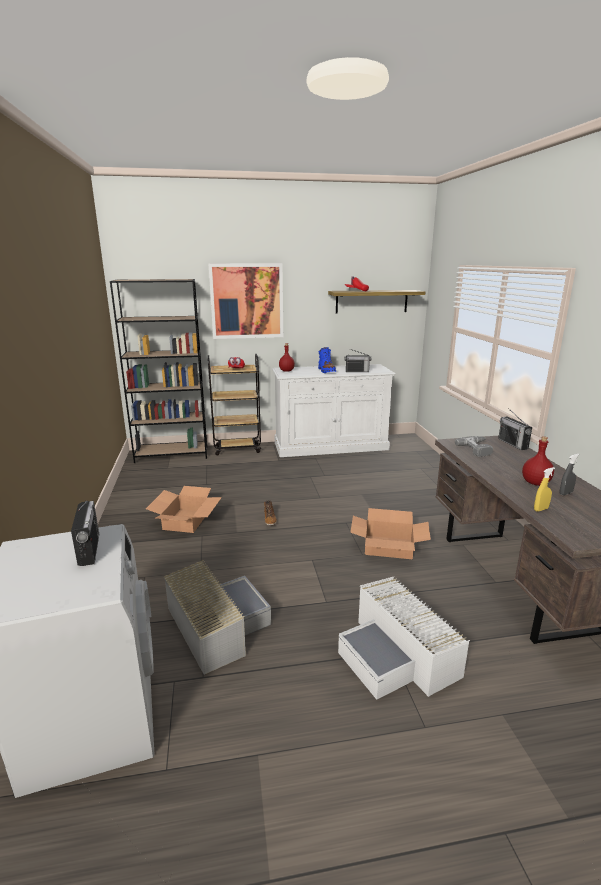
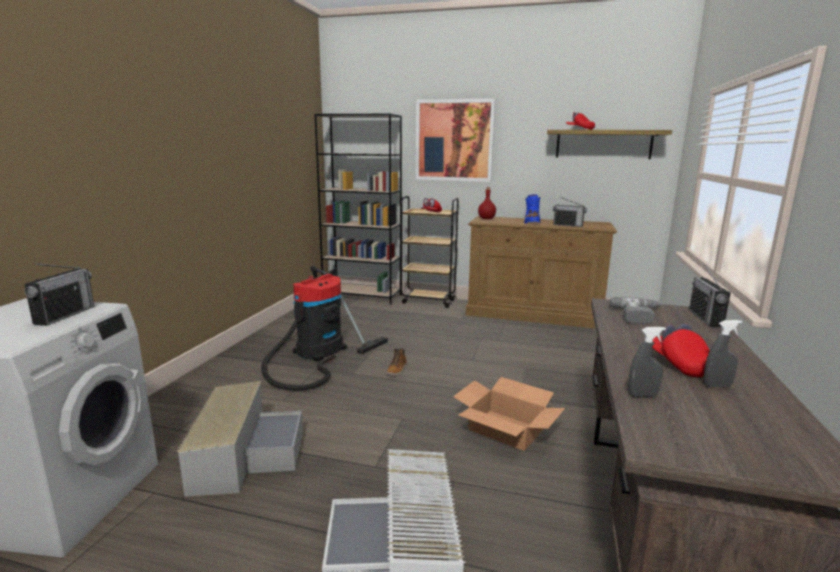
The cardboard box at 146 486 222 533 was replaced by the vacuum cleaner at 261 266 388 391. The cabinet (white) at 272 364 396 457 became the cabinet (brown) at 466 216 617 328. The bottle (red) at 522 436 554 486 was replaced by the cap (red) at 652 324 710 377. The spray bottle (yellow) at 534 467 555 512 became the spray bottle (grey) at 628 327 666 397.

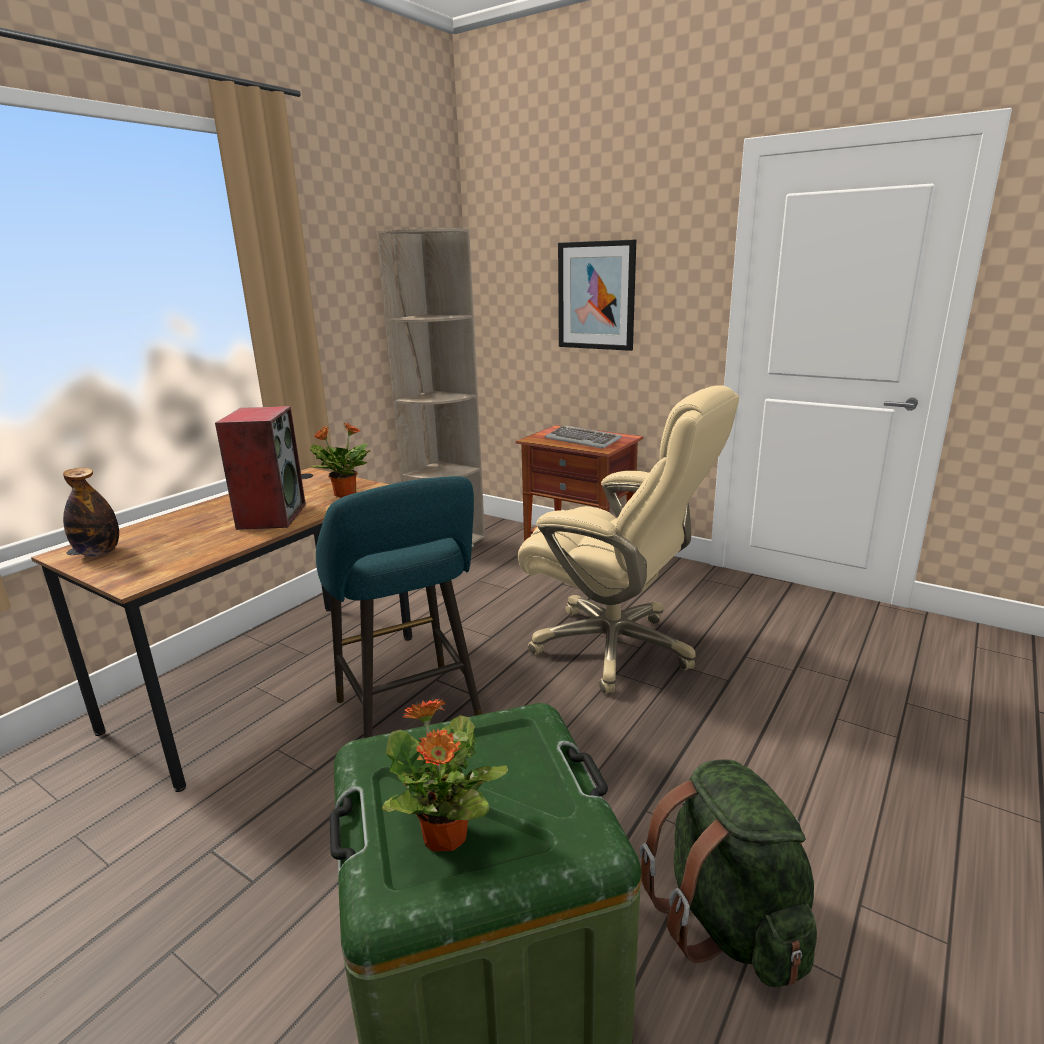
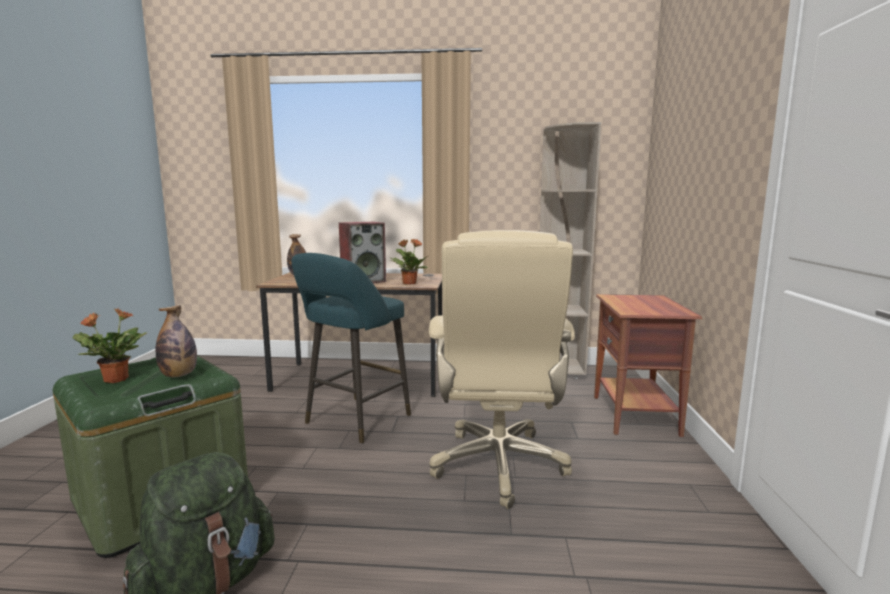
The keyboard at 545 426 622 449 disappeared. The picture at 558 240 636 351 disappeared. The bottle at 156 305 197 377 appeared.

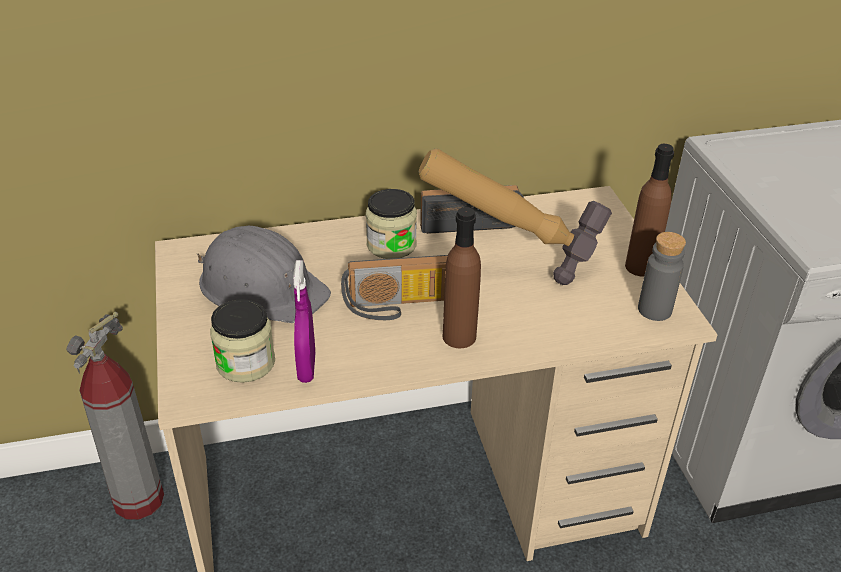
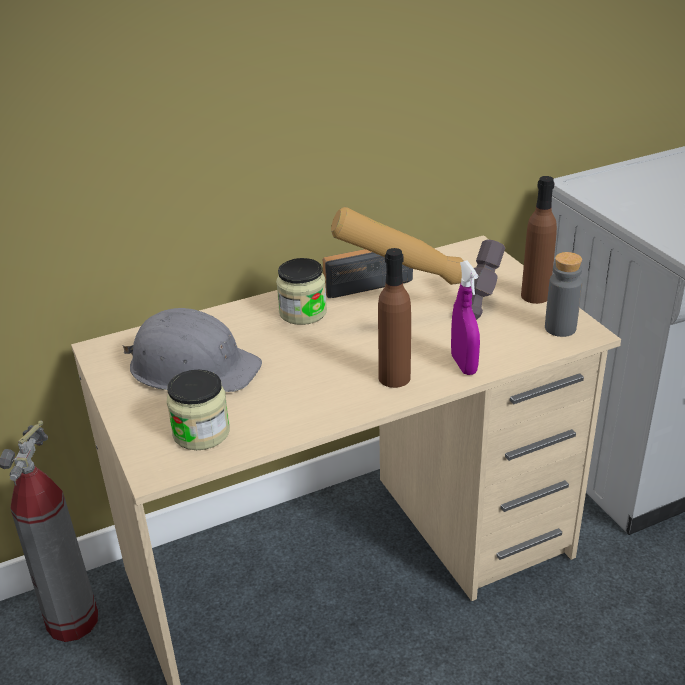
The spray bottle (purple) moved from 293 260 315 383 to 451 261 480 375. The radio at 341 255 448 320 disappeared.

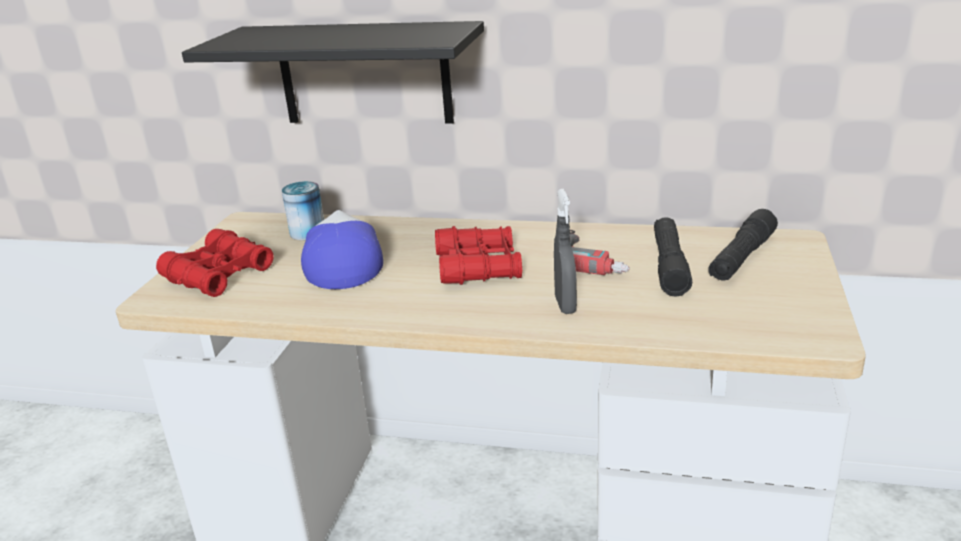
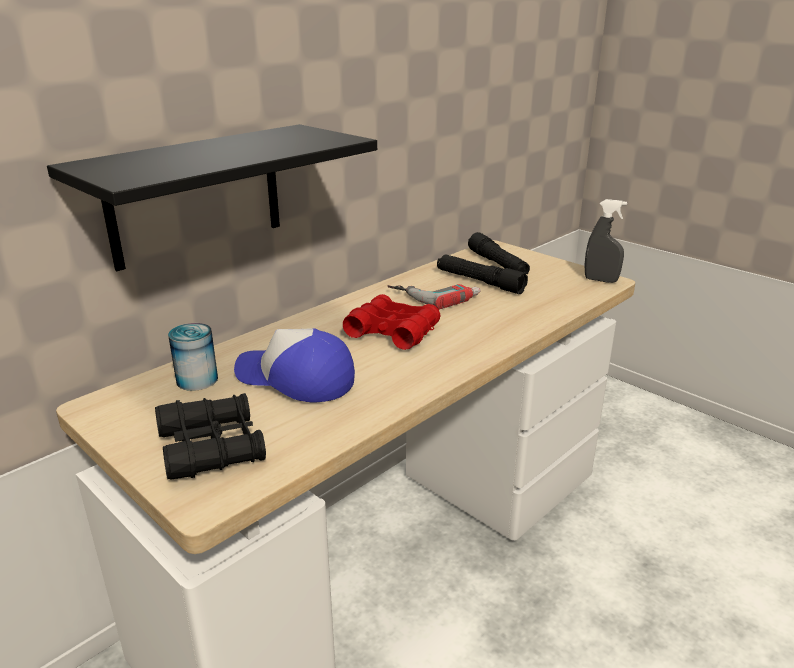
The binoculars (red) at 156 229 274 297 became the binoculars (black) at 155 393 266 480. The spray bottle (grey) moved from 554 189 577 314 to 585 199 627 283.

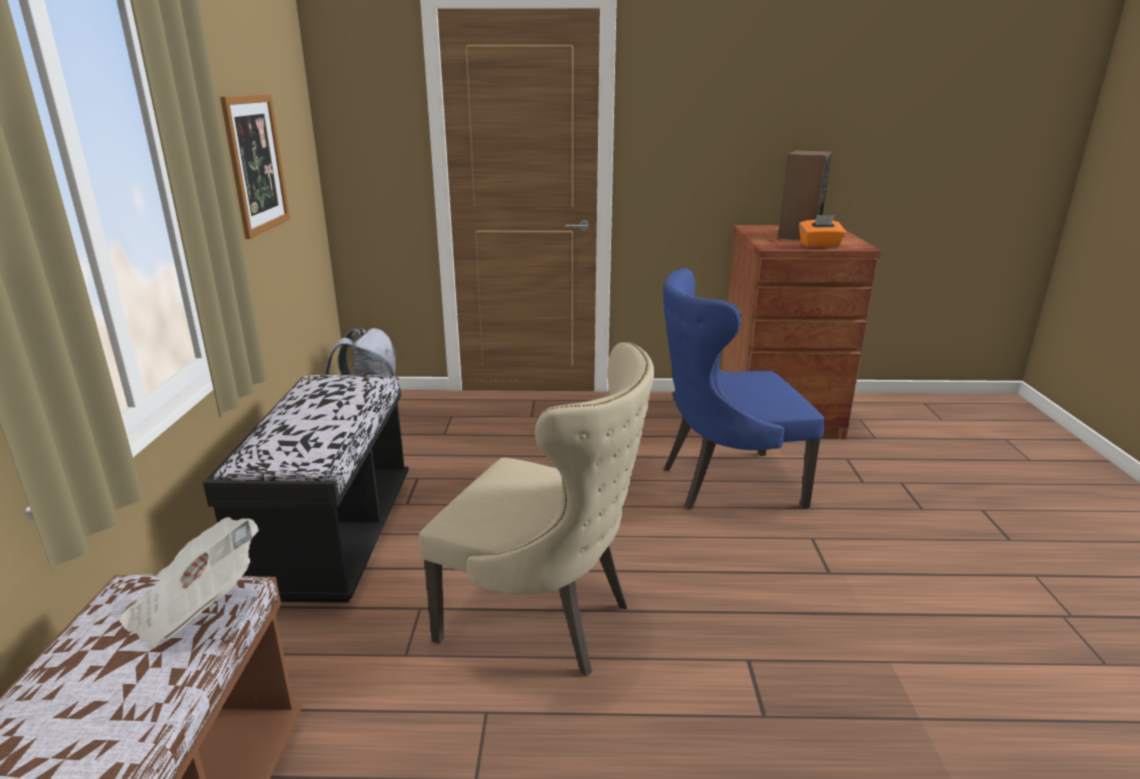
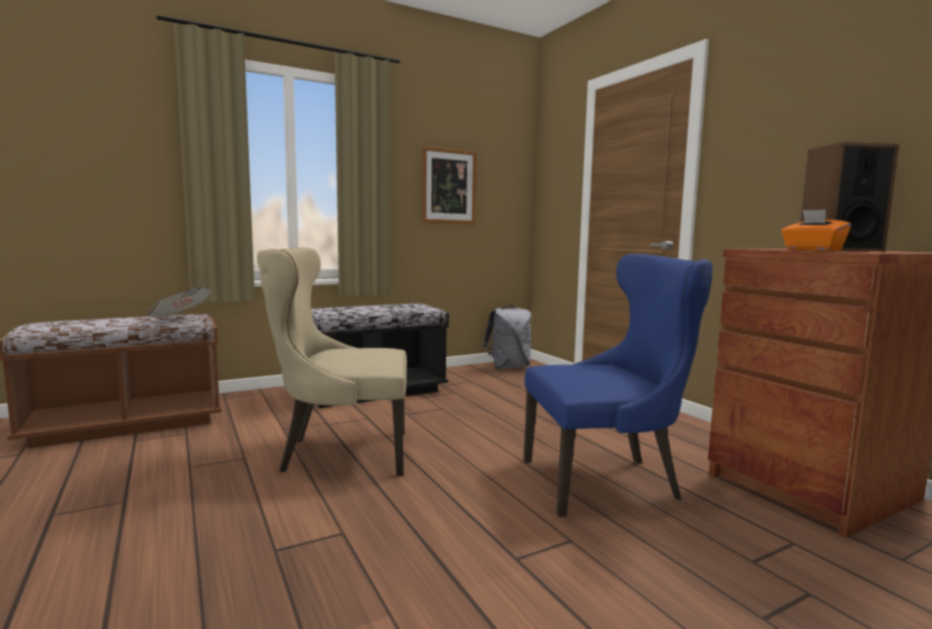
The chair (beige) at 419 342 654 677 turned 90 degrees clockwise. The chair (blue) at 663 268 825 510 turned 120 degrees clockwise.

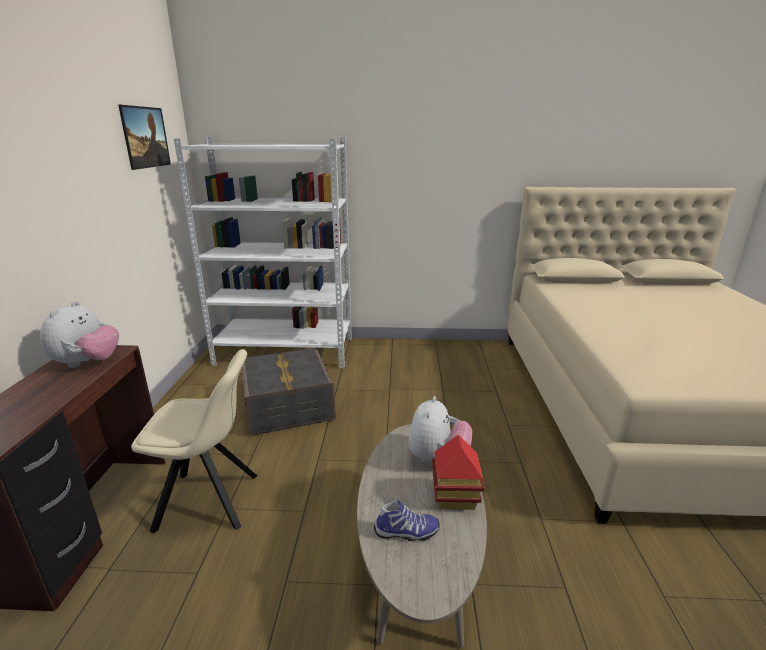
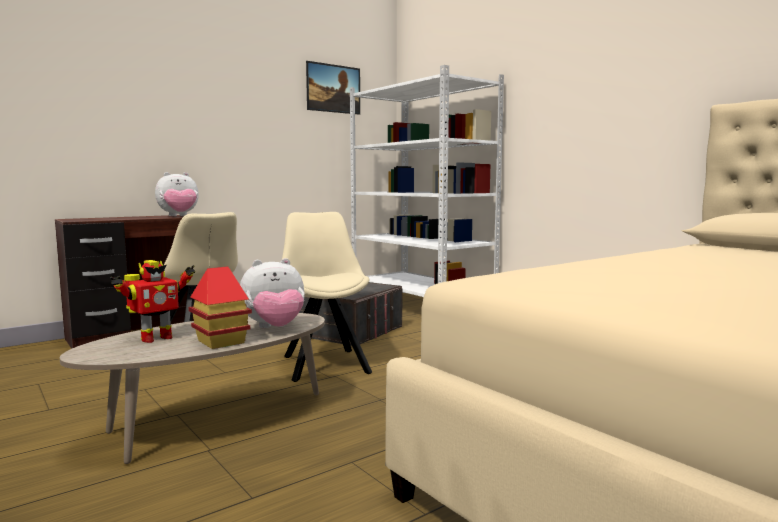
The shoe at 374 499 439 541 was replaced by the toy robot at 110 260 196 343. The chair (beige) at 282 212 372 382 appeared.

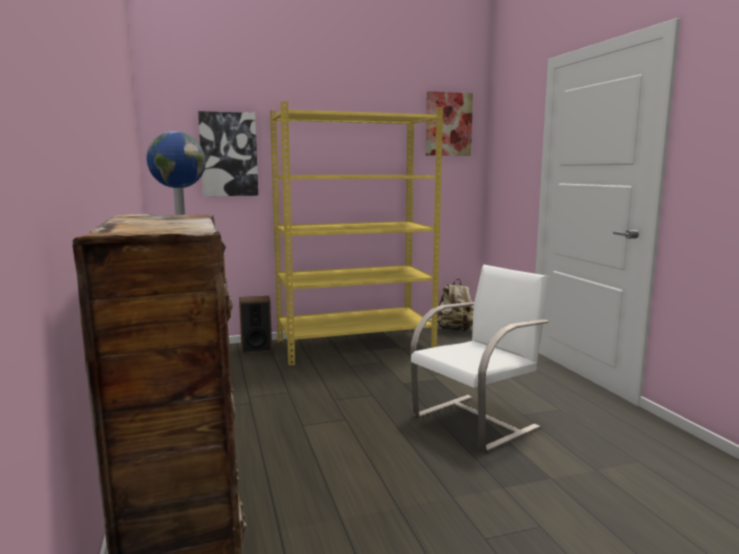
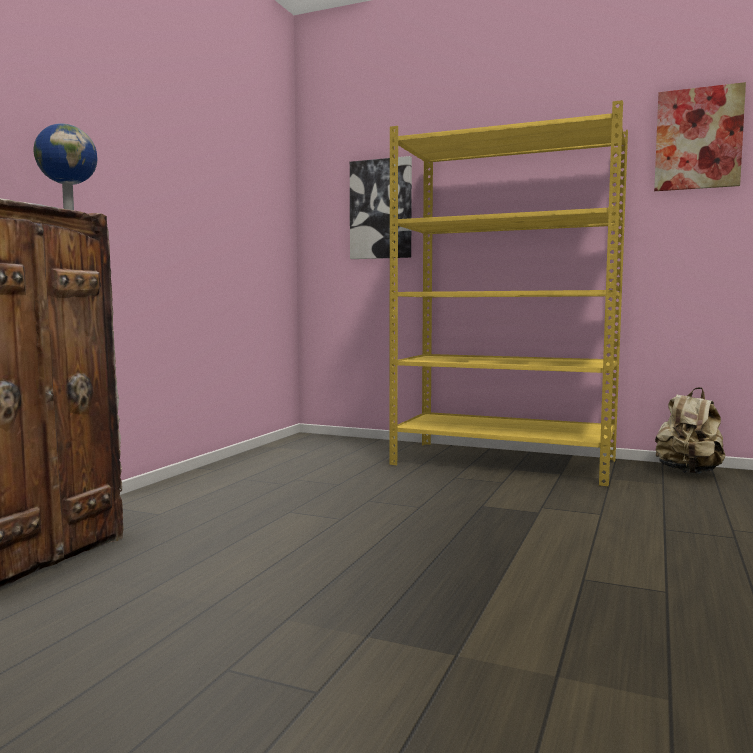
The speaker at 239 296 272 354 disappeared. The chair (white) at 410 265 550 452 disappeared.

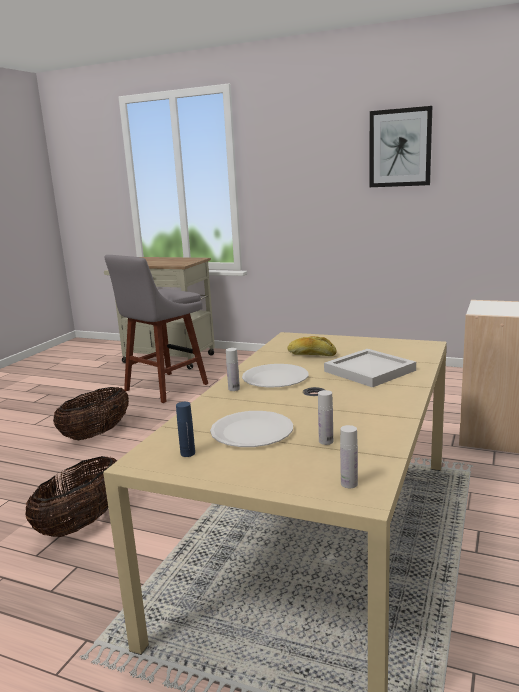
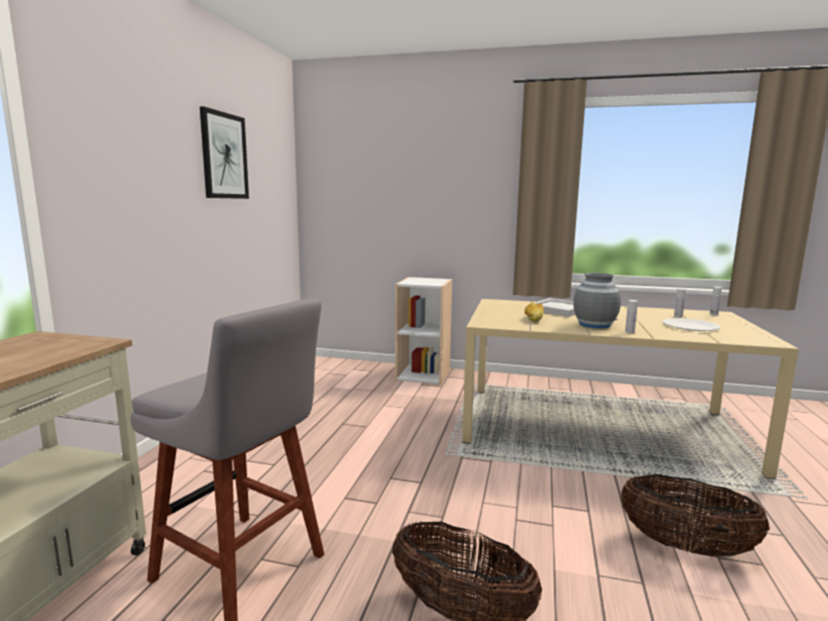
The bottle (blue) at 176 402 195 457 disappeared. The plate (white) at 242 364 308 388 was replaced by the vase (grey) at 573 273 621 329.

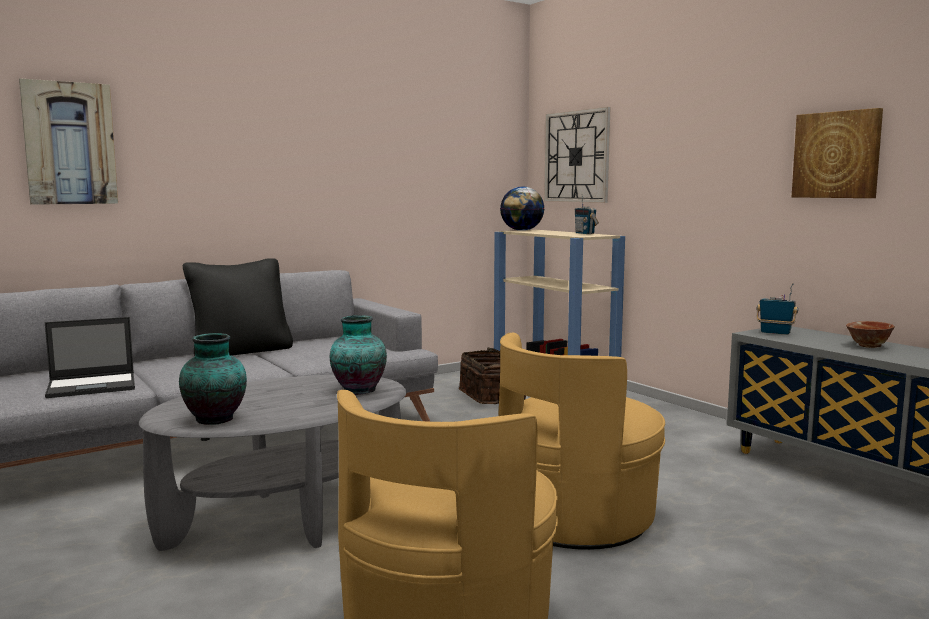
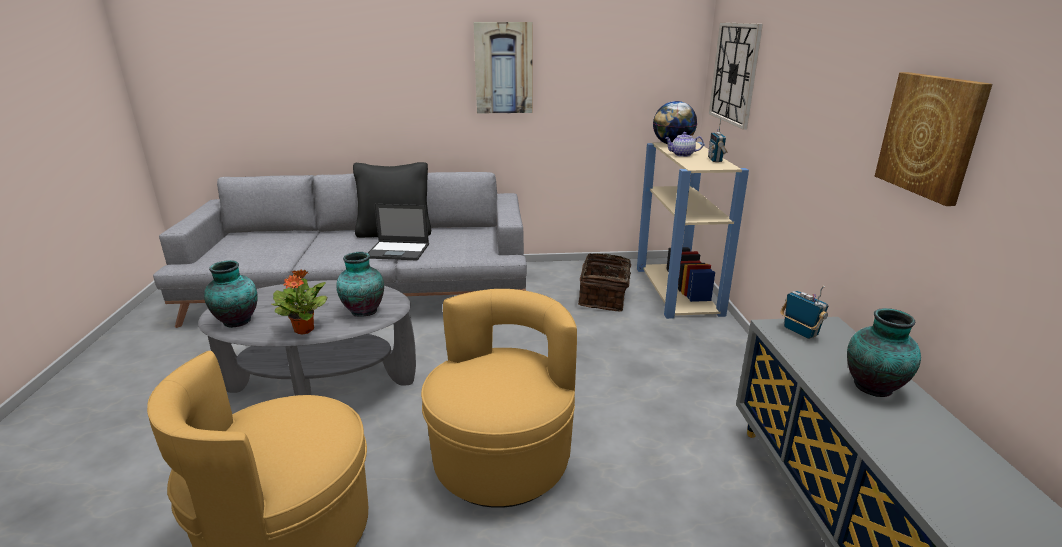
The picture moved from 19 78 118 205 to 474 22 533 114. The laptop moved from 45 317 135 398 to 368 204 429 261. The armchair (beige) at 498 333 665 550 turned 120 degrees clockwise. The bowl at 846 321 895 348 was replaced by the vase at 847 308 921 397. The potted plant at 271 269 328 334 appeared. The teapot at 665 132 704 157 appeared.

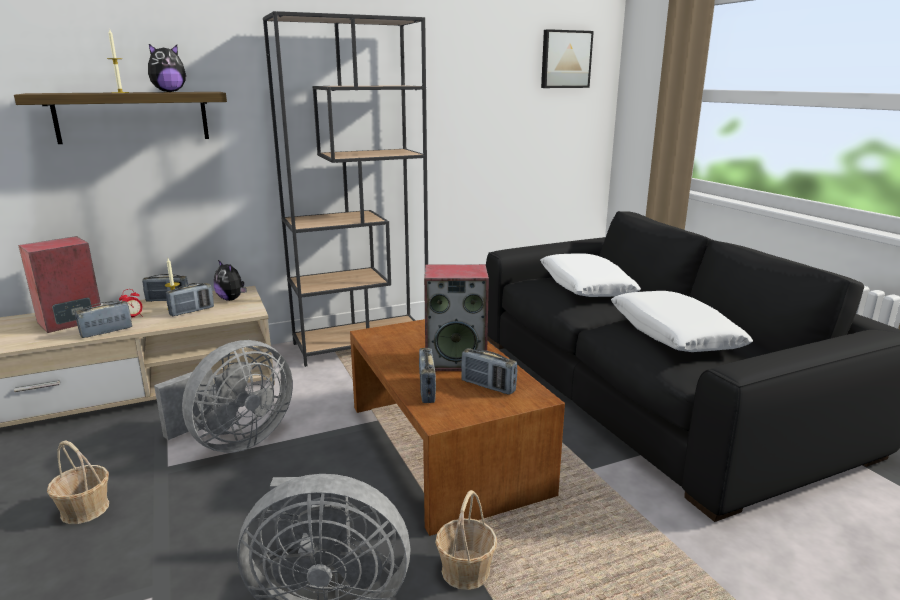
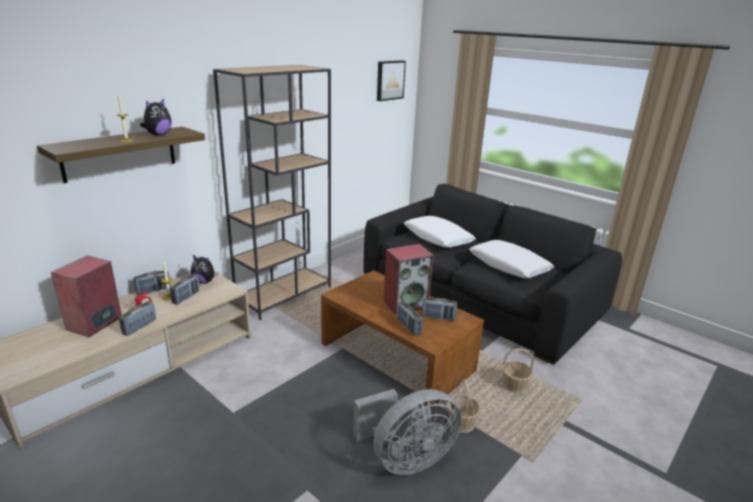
The basket moved from 47 441 109 524 to 502 349 534 393. The fan (grey) at 154 340 293 453 disappeared.

